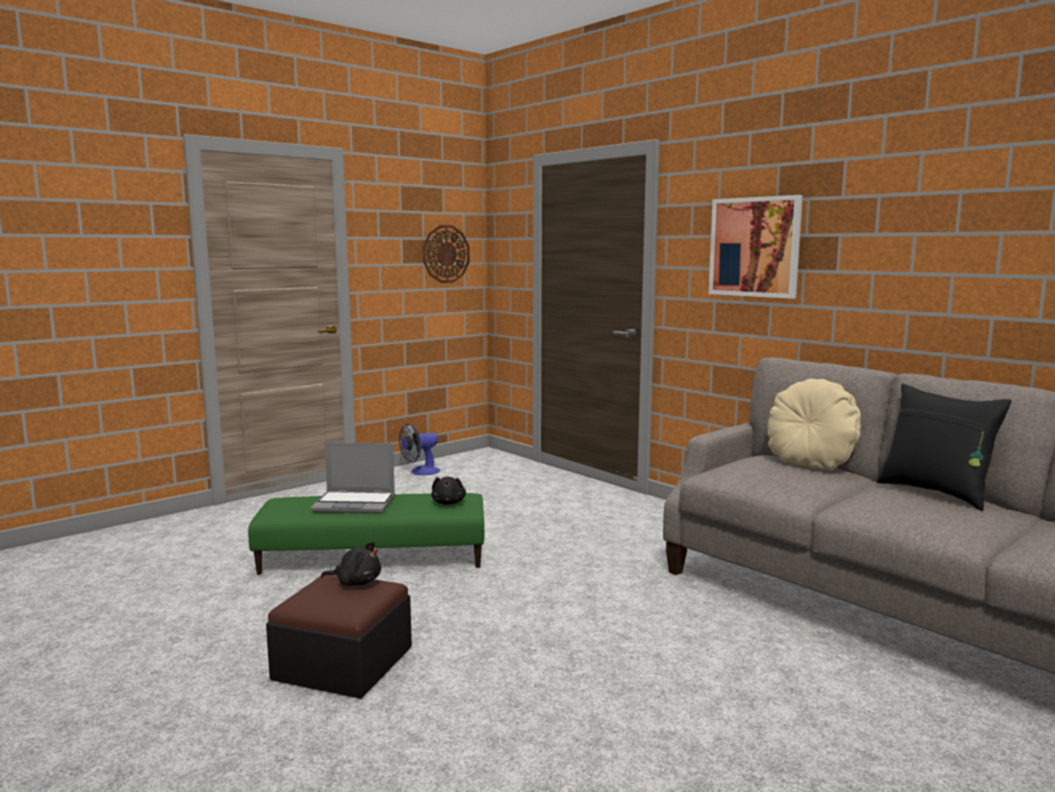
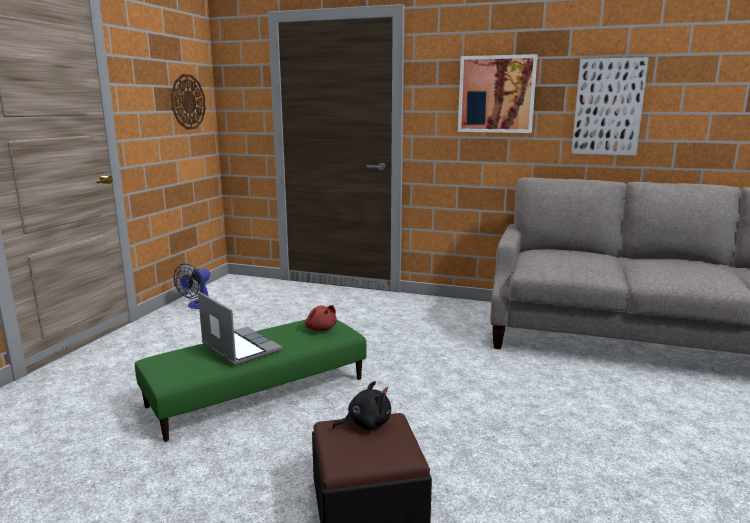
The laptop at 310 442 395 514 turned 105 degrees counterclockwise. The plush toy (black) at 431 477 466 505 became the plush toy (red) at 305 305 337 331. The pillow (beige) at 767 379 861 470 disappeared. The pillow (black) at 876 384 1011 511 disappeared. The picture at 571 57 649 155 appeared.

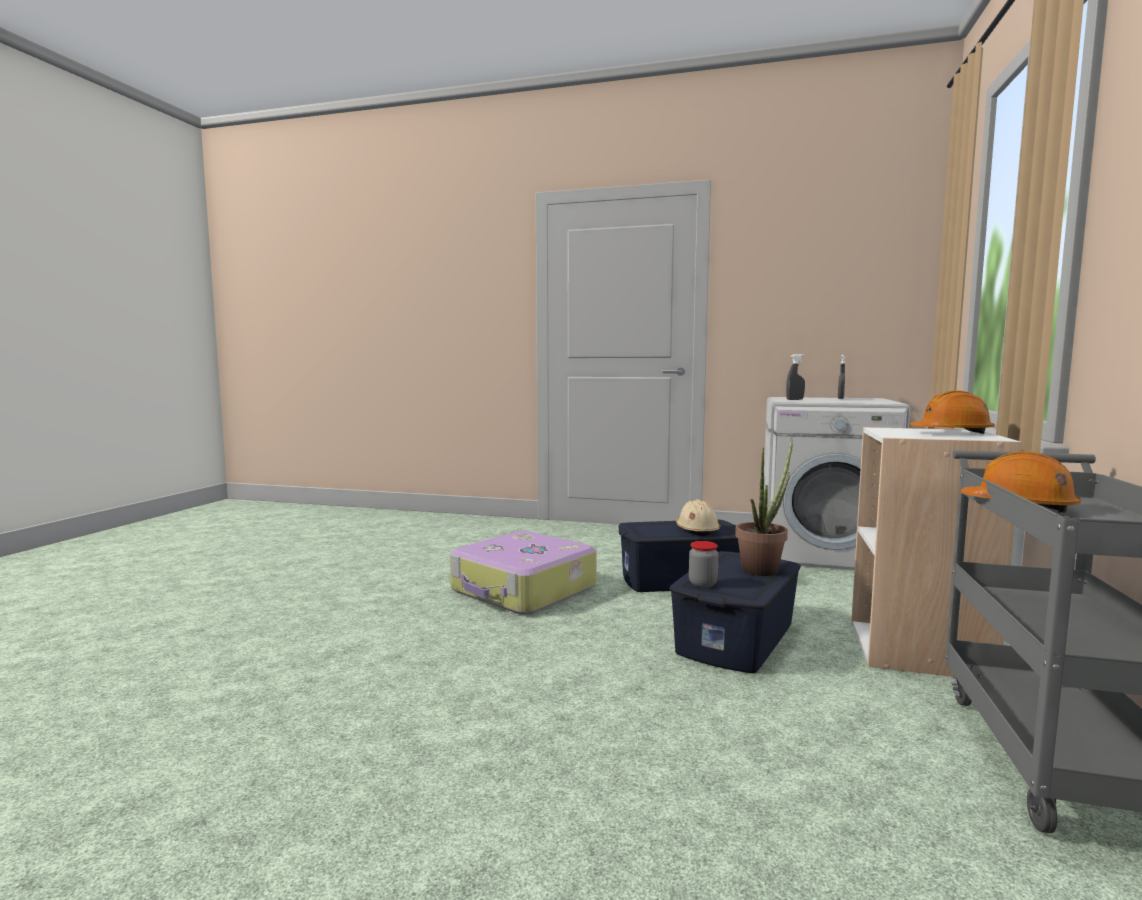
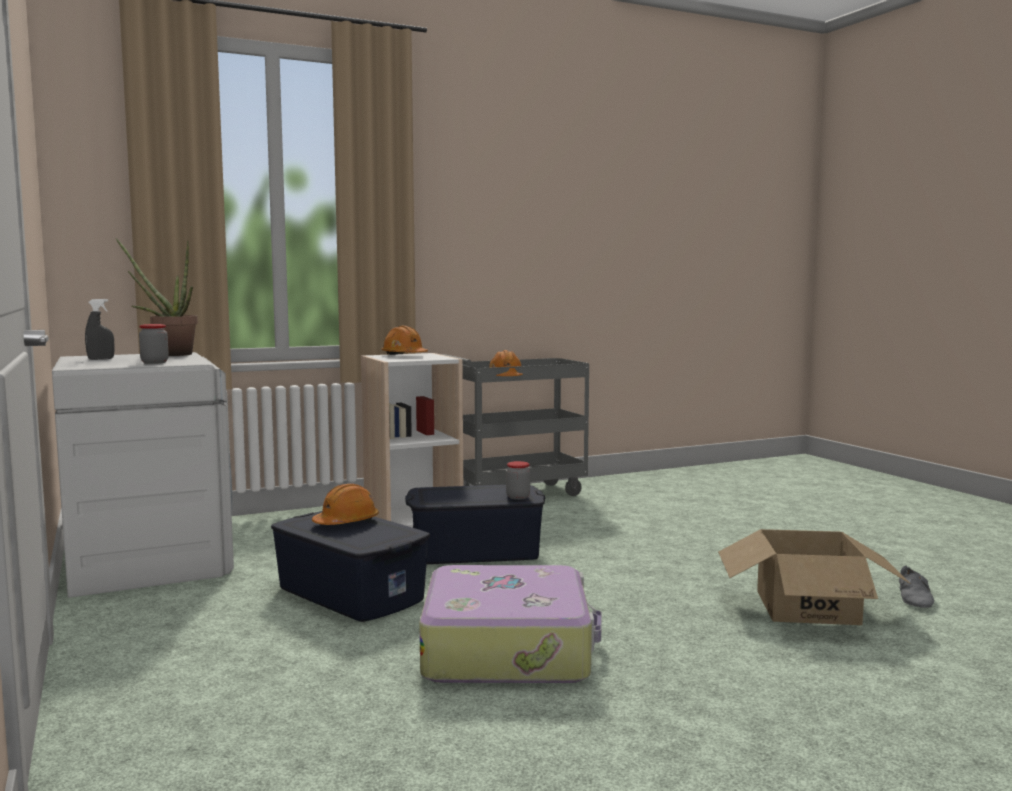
The hard hat (beige) at 676 499 720 536 became the hard hat (orange) at 312 484 379 525. The potted plant moved from 735 437 793 576 to 116 238 198 356. The spray bottle (grey) at 786 354 805 400 was replaced by the jar at 139 324 169 364. The cardboard box at 718 529 911 625 appeared. The shoe (grey) at 899 565 934 608 appeared.

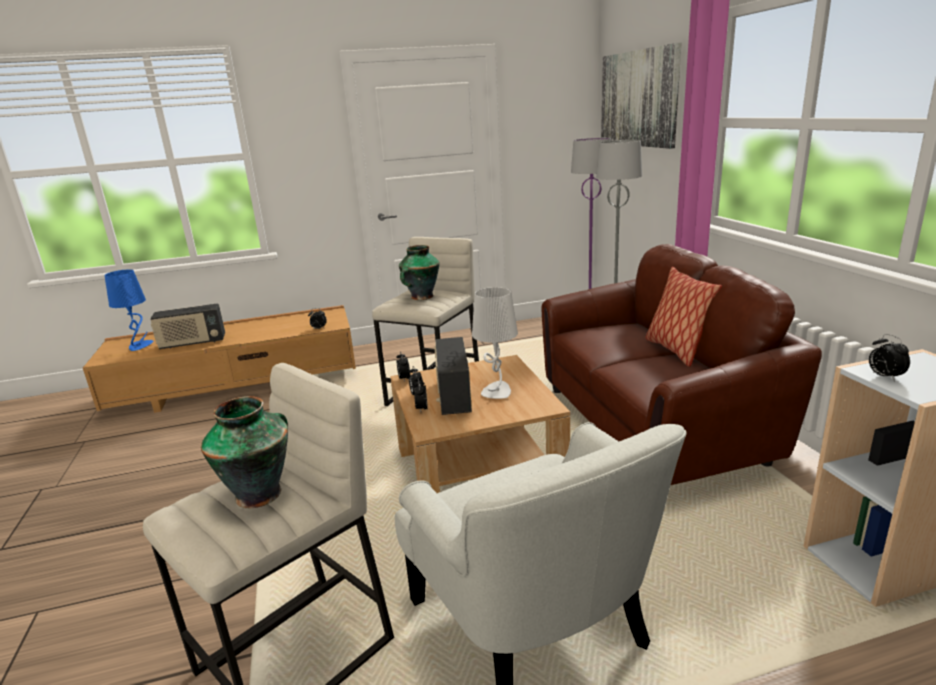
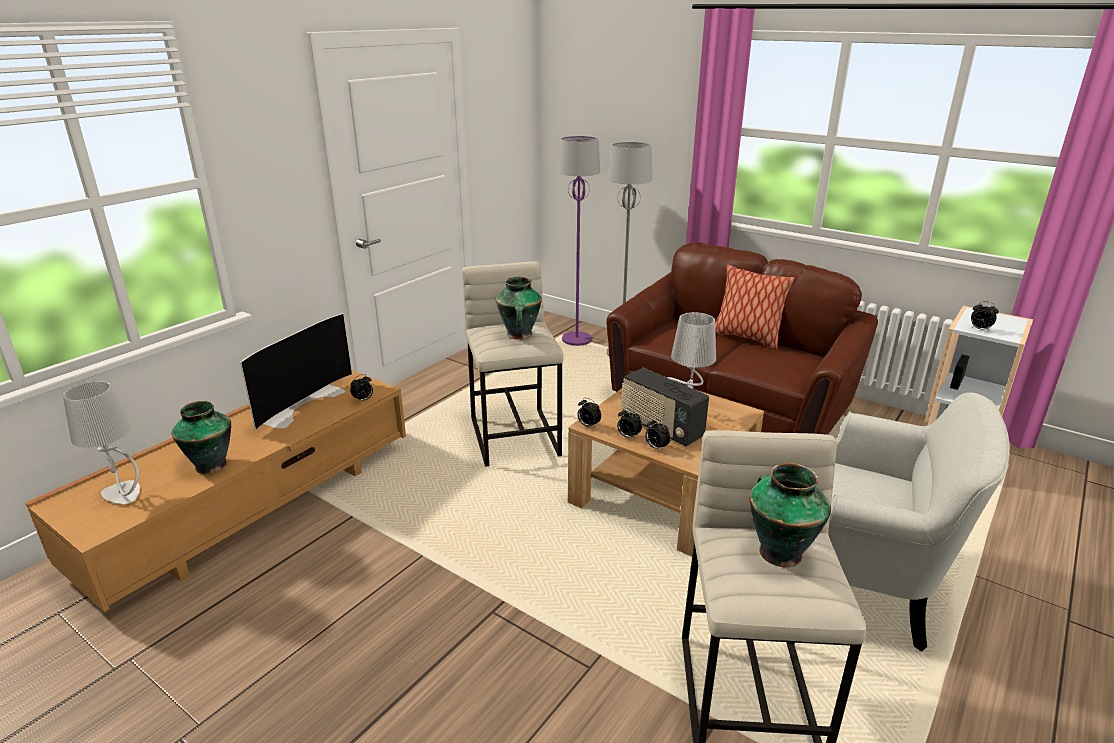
The table lamp (blue) at 104 269 153 351 became the table lamp (grey) at 63 381 140 504. The radio at 151 304 225 349 was replaced by the vase at 171 401 231 474. The picture at 601 43 681 149 disappeared. The television at 240 313 352 430 appeared.

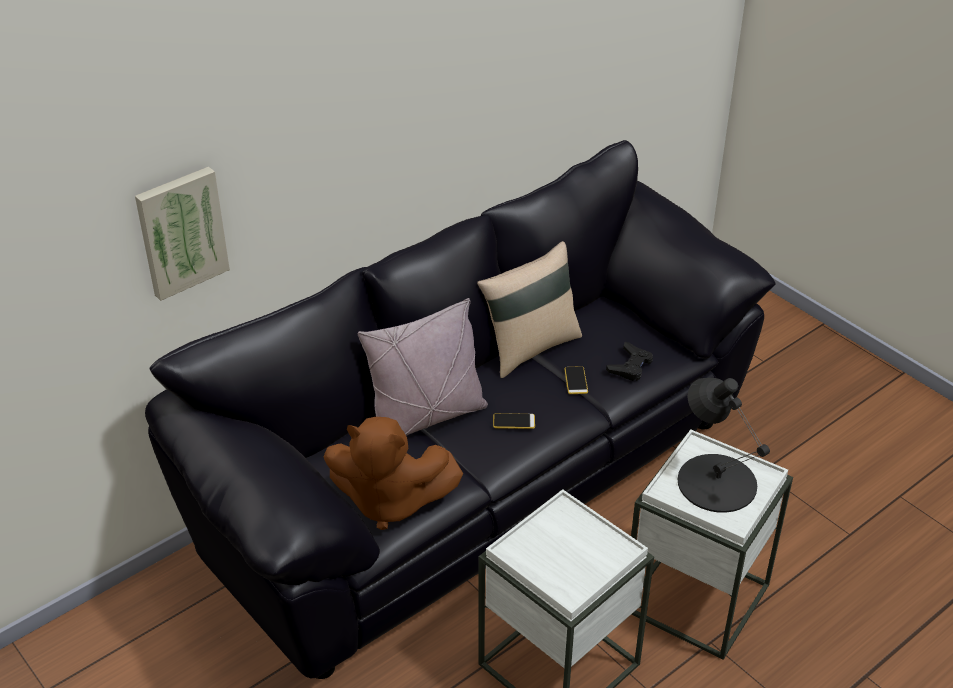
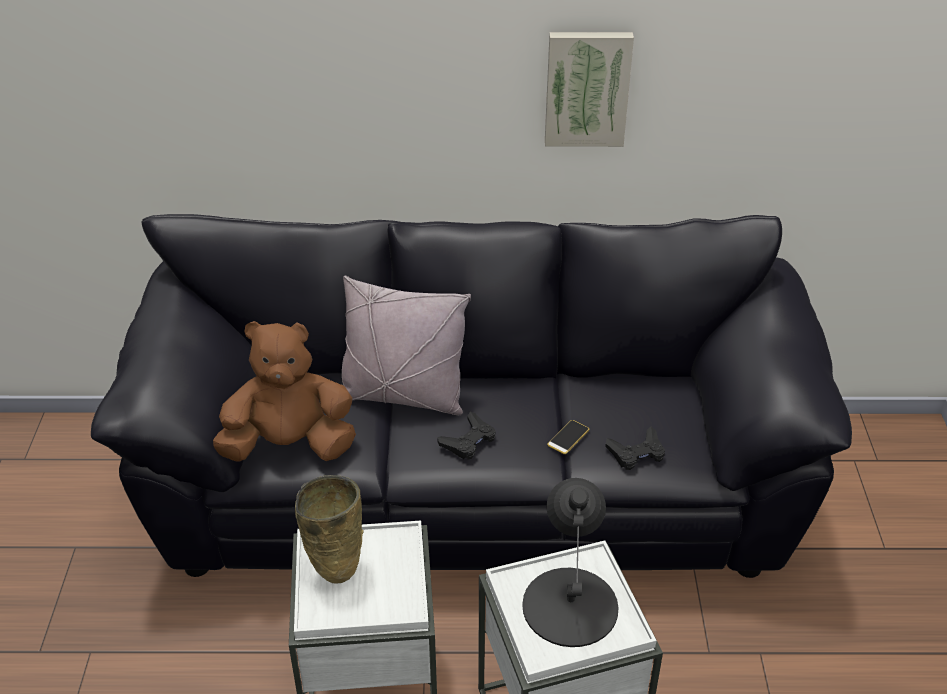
The picture moved from 135 167 230 301 to 545 32 634 147. The plush toy (brown) at 324 417 463 530 turned 120 degrees clockwise. The pillow (beige) at 477 241 582 378 disappeared. The phone at 493 413 535 429 was replaced by the game controller (black) at 437 412 496 460. The vase (beige) at 295 475 364 583 appeared.

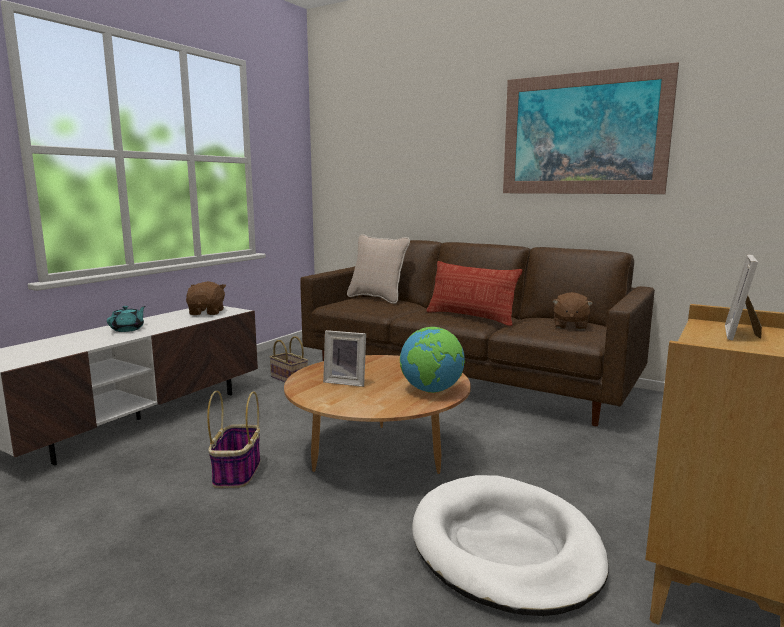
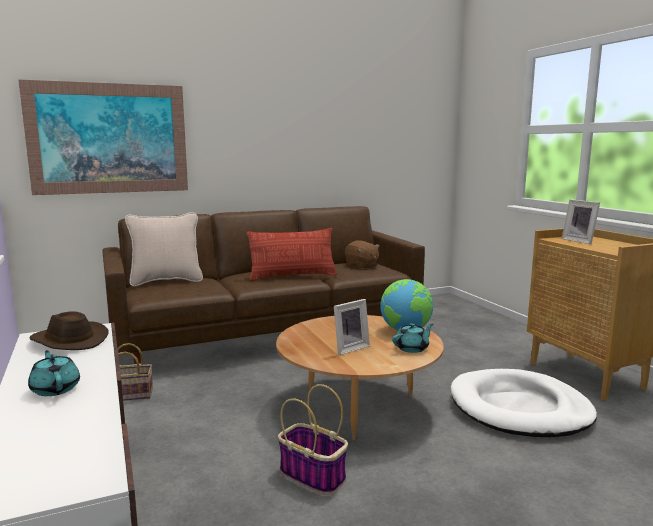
The plush toy (brown) at 186 281 226 315 was replaced by the hat (brown) at 30 311 109 350. The picture moved from 503 62 679 194 to 19 79 188 195. The teapot (turquoise) at 392 323 433 353 appeared.

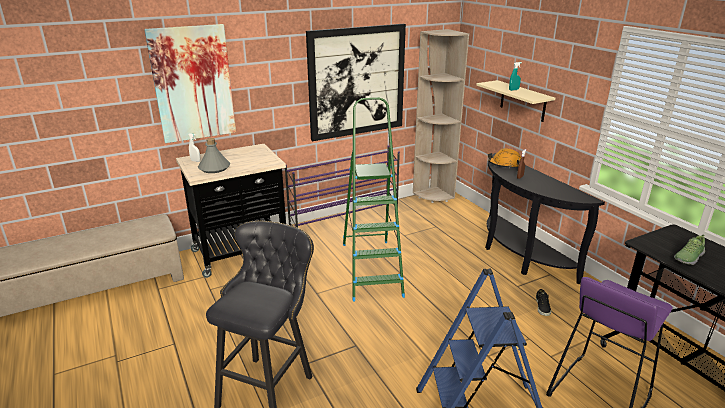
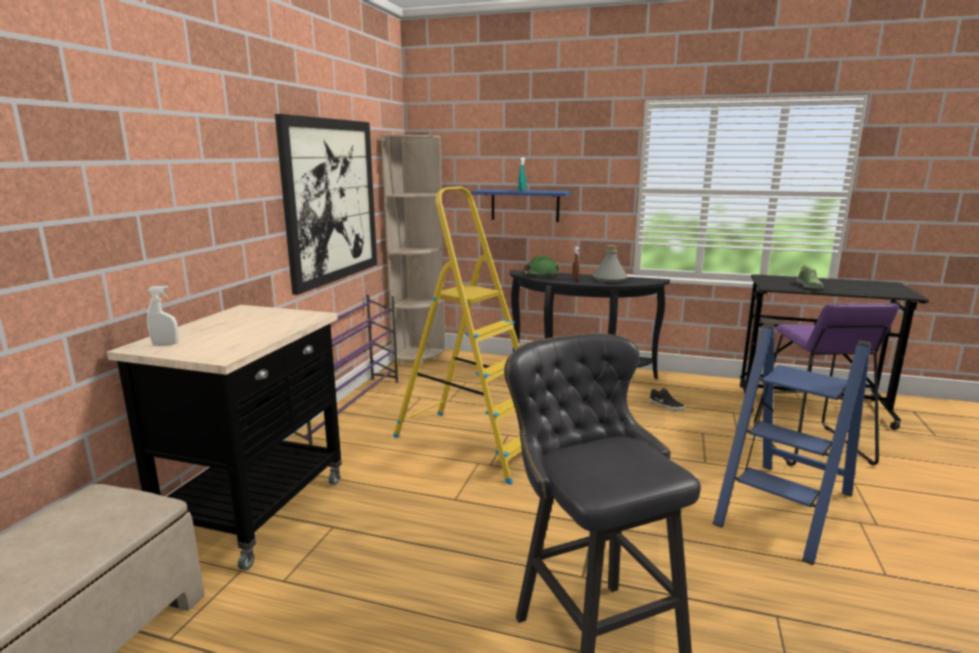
The picture at 144 24 236 143 disappeared. The bottle (grey) moved from 198 138 230 173 to 592 245 628 283. The step ladder (green) at 343 98 405 301 became the step ladder (yellow) at 393 187 522 485. The shelf (beige) at 476 80 555 122 became the shelf (blue) at 471 189 571 222. The hard hat (orange) at 488 148 521 169 became the hard hat (green) at 522 256 560 276.

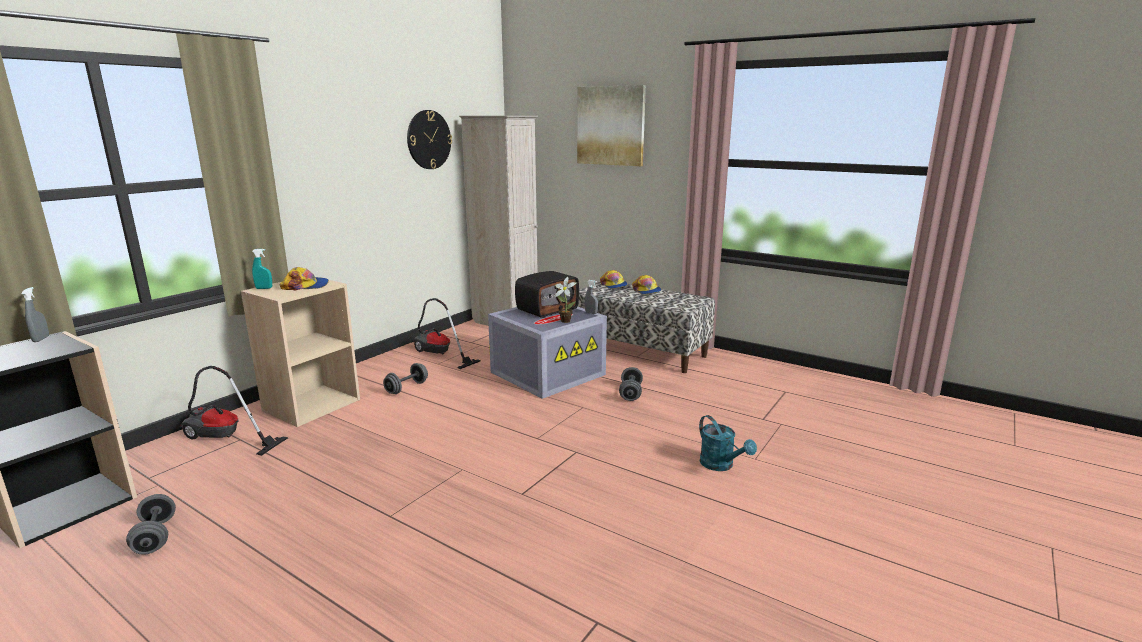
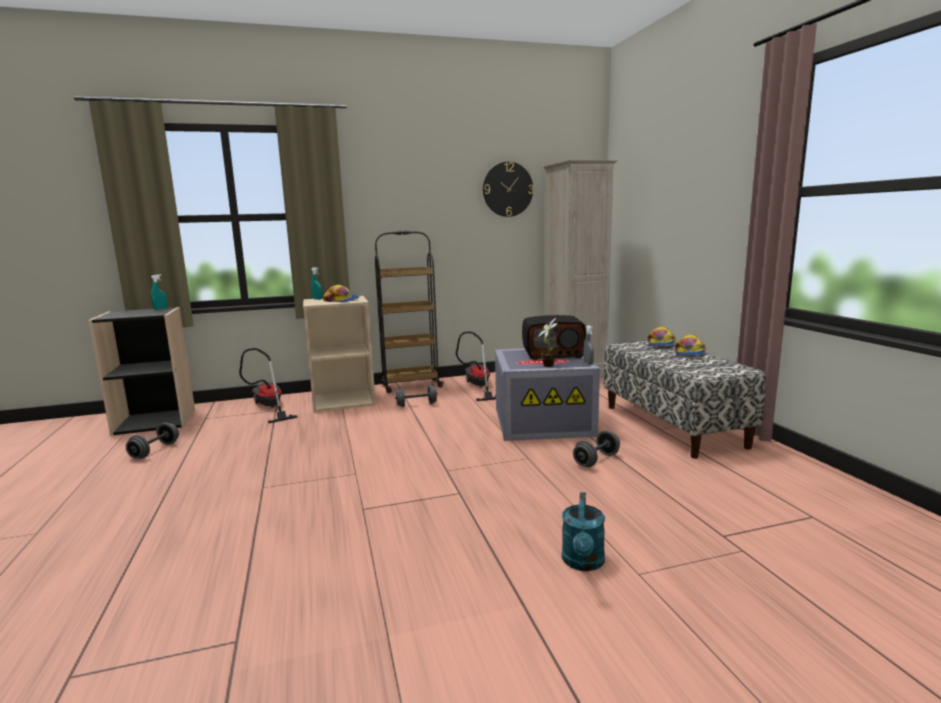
The spray bottle (grey) at 21 287 49 342 became the spray bottle (turquoise) at 151 274 167 310. The picture at 577 85 646 166 disappeared. The cart (brown) at 375 231 445 393 appeared.

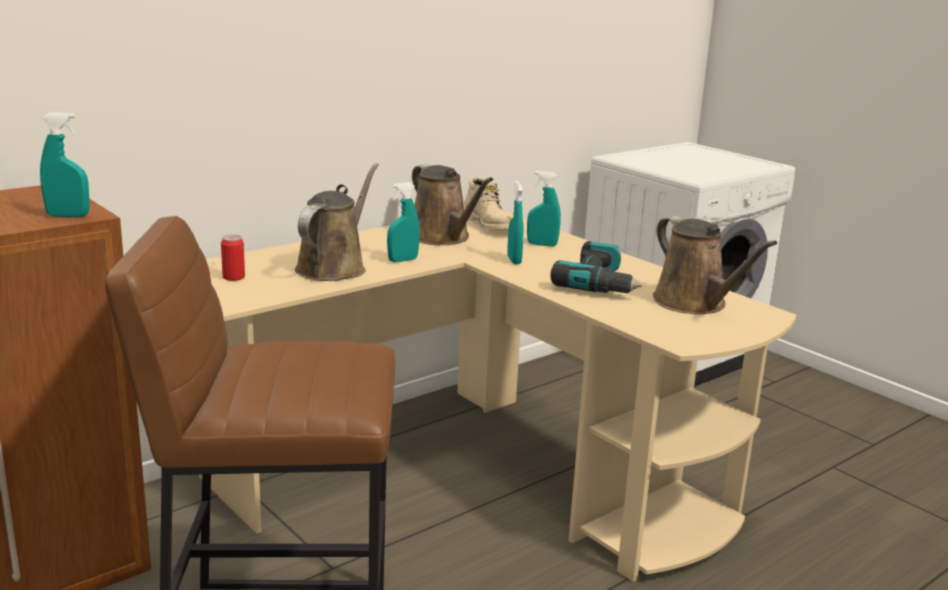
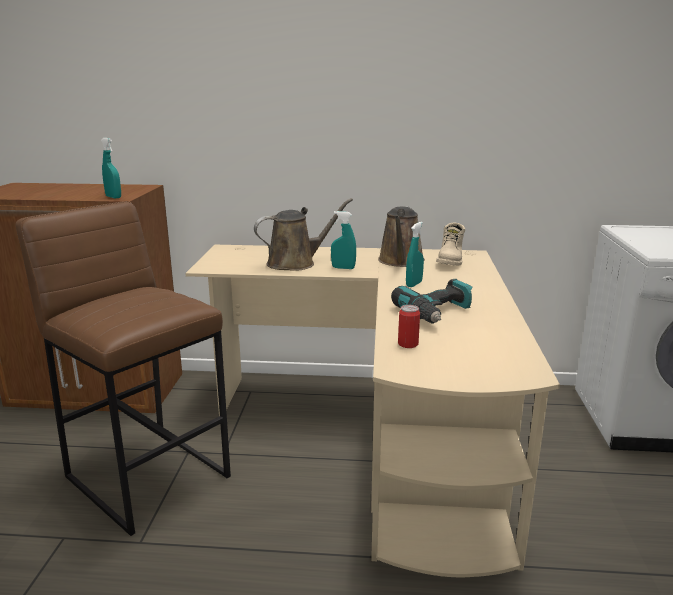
The can moved from 221 235 245 281 to 398 305 420 348. The spray bottle (turquoise) at 527 171 561 246 disappeared. The watering can (brown) at 653 216 777 314 disappeared.

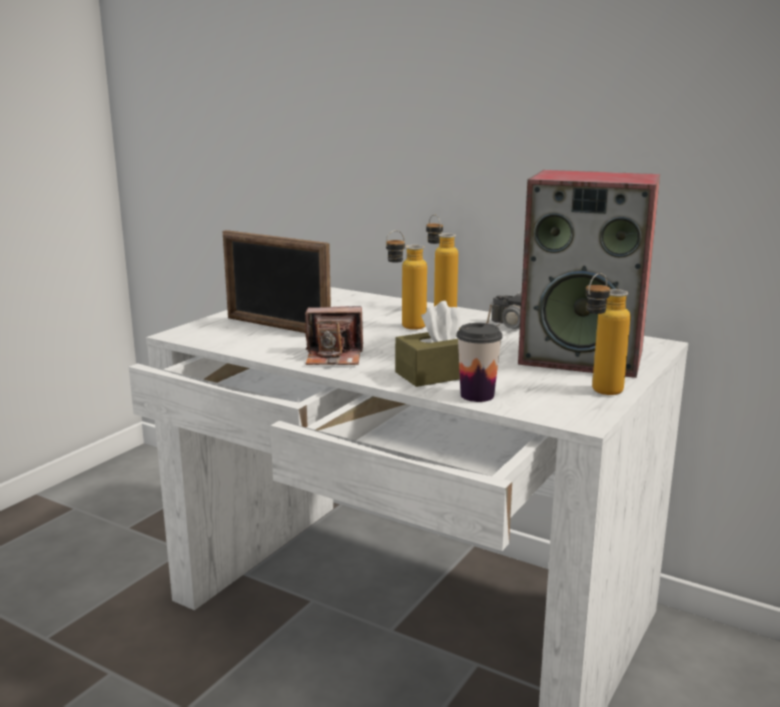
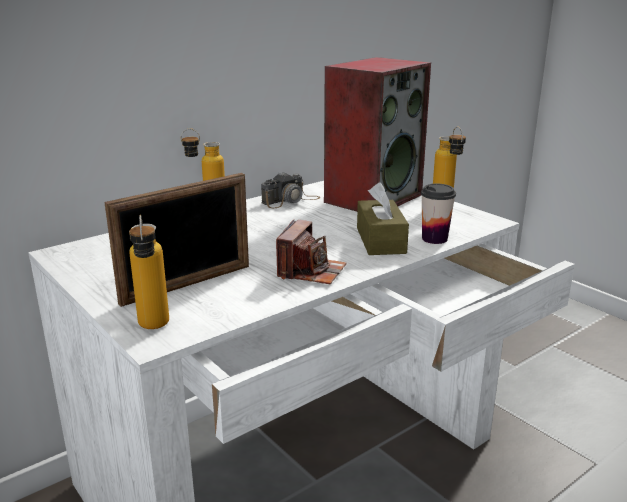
The bottle moved from 386 230 427 330 to 129 215 169 329.

